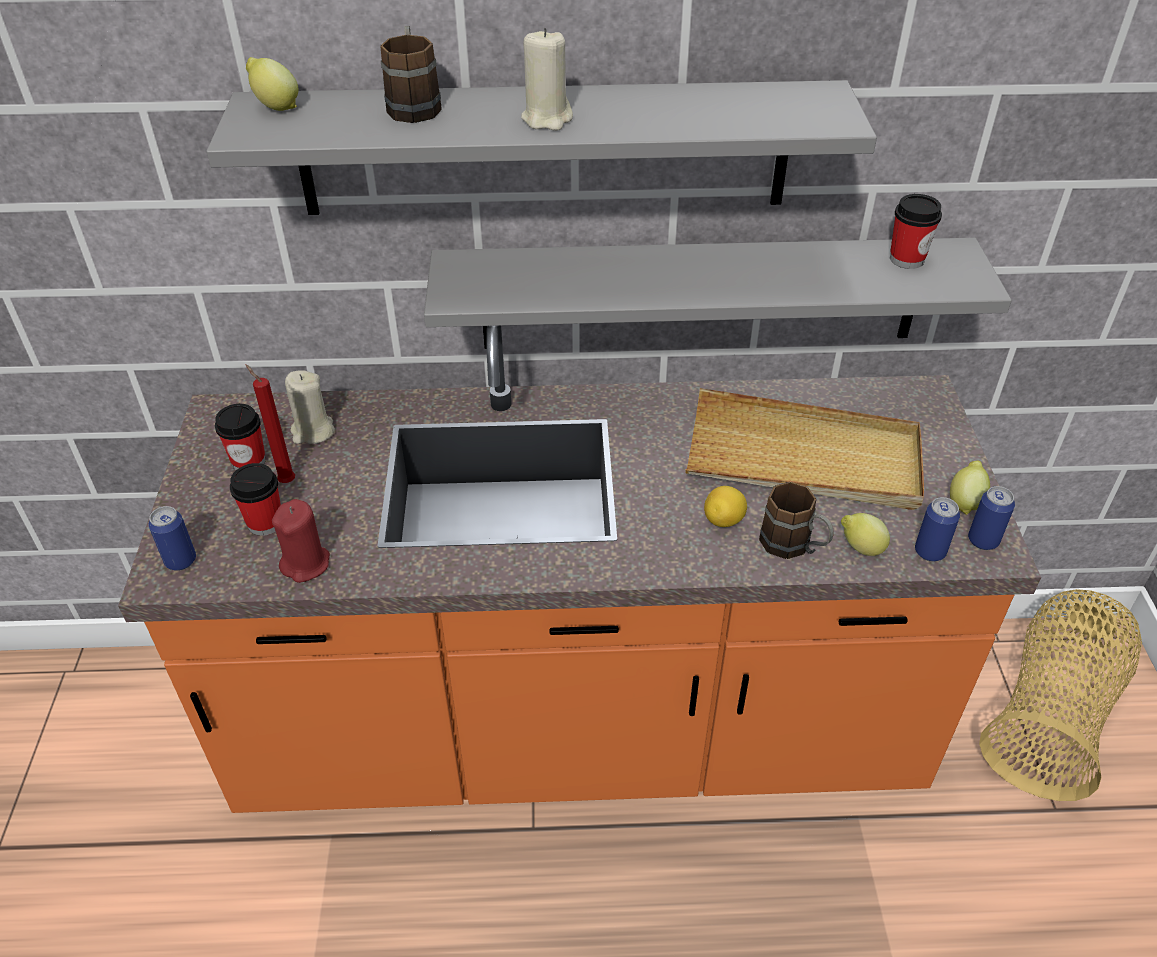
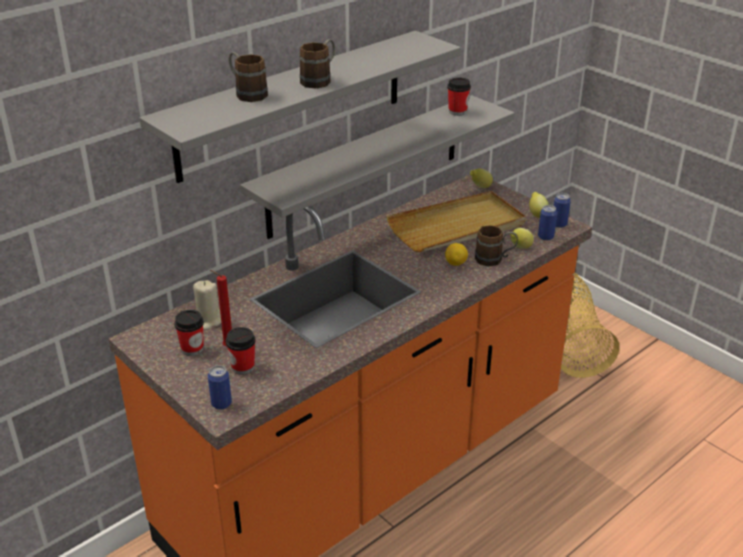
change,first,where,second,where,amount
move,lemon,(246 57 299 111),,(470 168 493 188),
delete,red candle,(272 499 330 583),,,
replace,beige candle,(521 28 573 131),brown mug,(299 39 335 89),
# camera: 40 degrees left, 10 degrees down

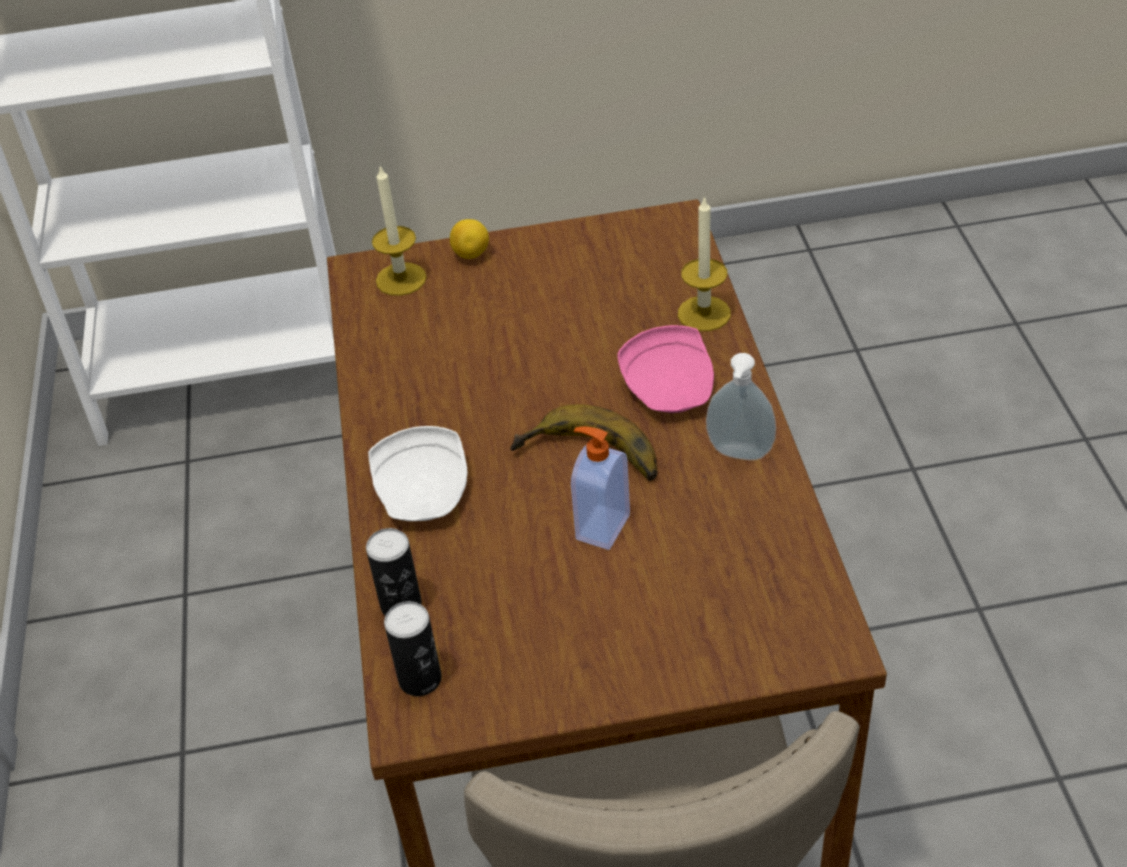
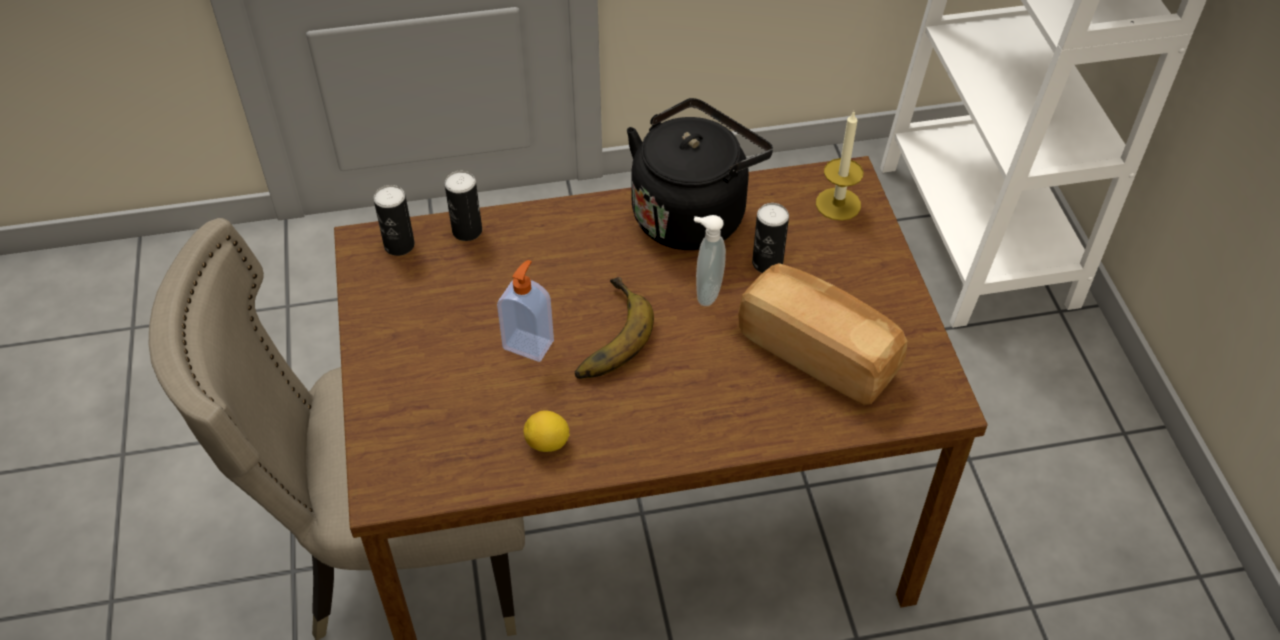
change,first,where,second,where,amount
delete,white plate,(368 426 467 521),,,
move,lemon,(450 219 489 259),,(524 410 569 452),
delete,pink plate,(617 325 714 413),,,
delete,candle,(678 196 731 331),,,
move,soap dispenser,(706 353 776 460),,(694 215 726 306),
insert,,,black kettle,(627 98 773 250),
insert,,,bread,(738 263 907 406),
insert,,,can,(752 203 789 273),
# camera: 85 degrees right, 5 degrees up

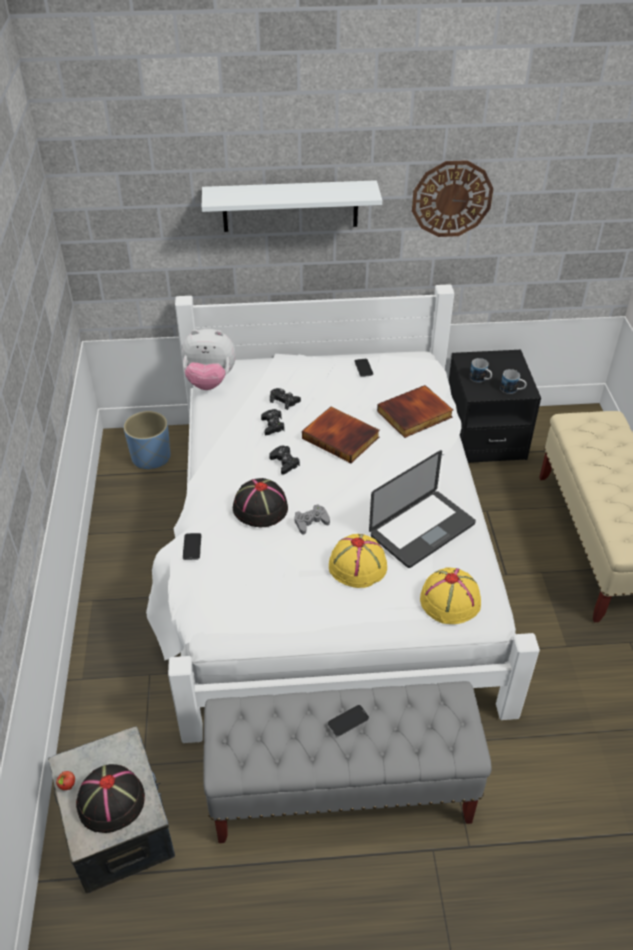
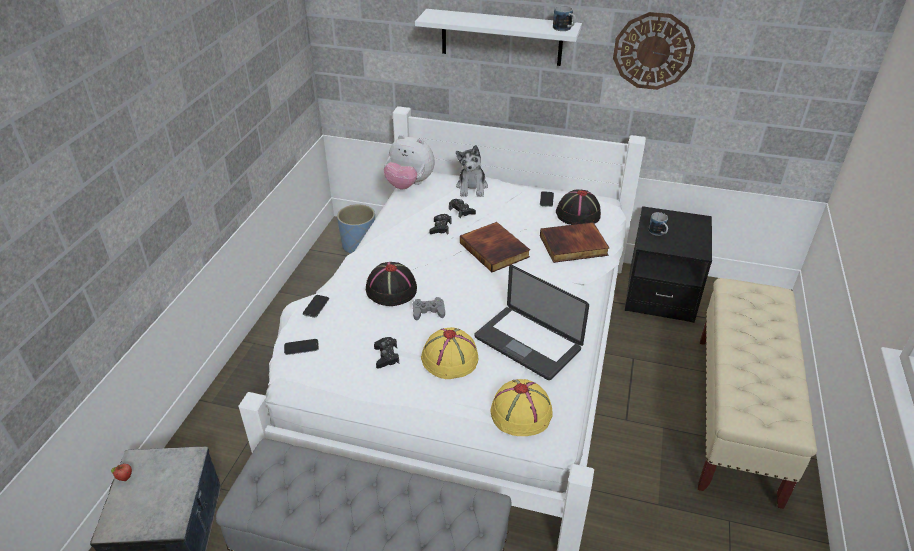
change,first,where,second,where,amount
move,black hat,(76 764 145 833),,(556 189 601 225),
move,black game controller,(269 446 300 475),,(374 337 399 368),
move,phone,(328 705 369 737),,(284 339 319 355),
rotate,laptop,(369 450 476 568),,(475 265 589 380),60 degrees clockwise
move,mug,(500 369 527 394),,(553 6 576 31),
insert,,,plush toy,(456 145 488 197),
# camera: 20 degrees right, 5 degrees down

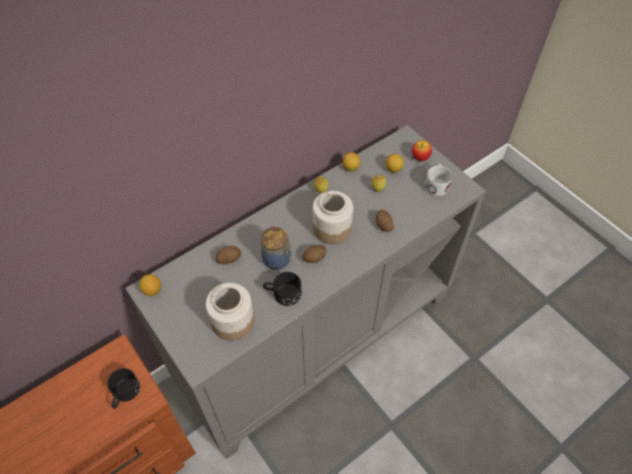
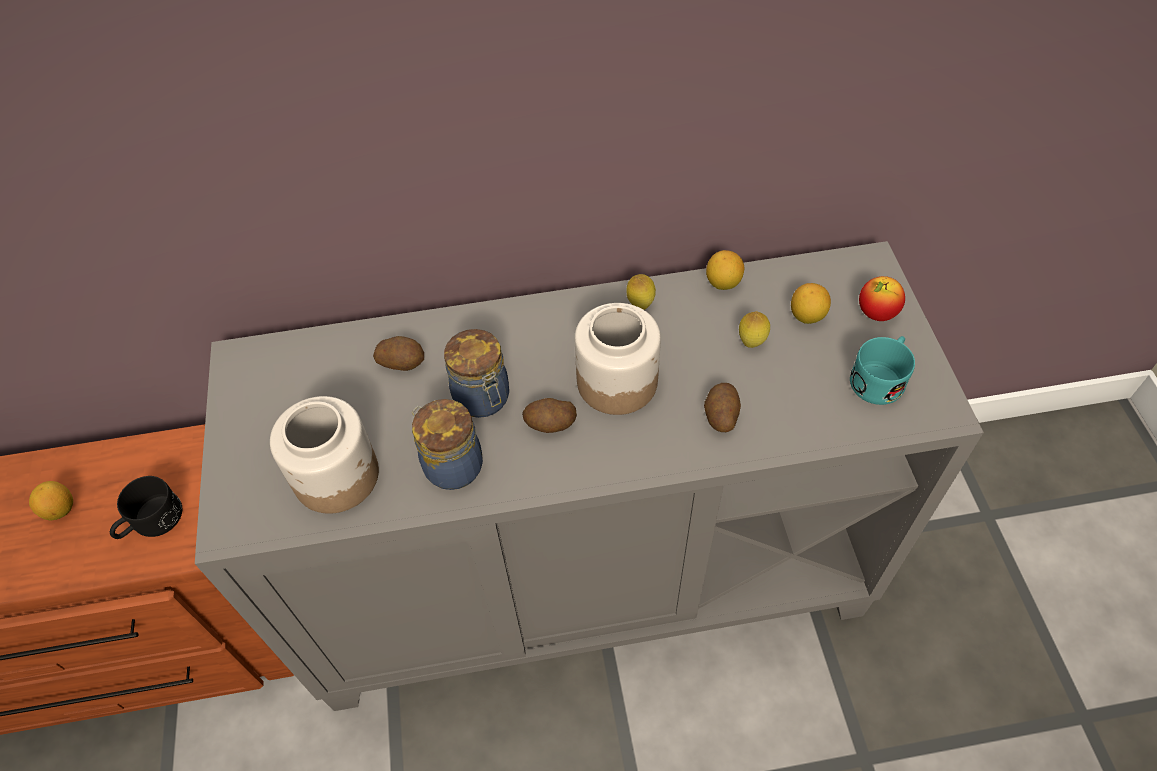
change,first,where,second,where,amount
move,lemon,(139 274 161 296),,(29 481 73 520),
replace,black mug,(263 272 302 306),jar,(412 399 483 490),
recolor,white mug,(425 163 452 196),turquoise mug,(850 336 915 405),
# camera: 30 degrees right, 0 degrees up

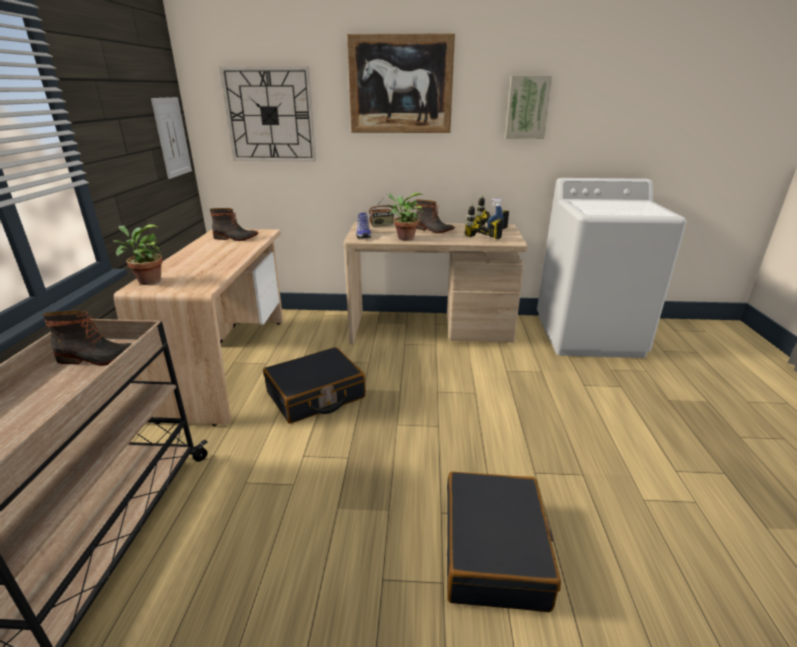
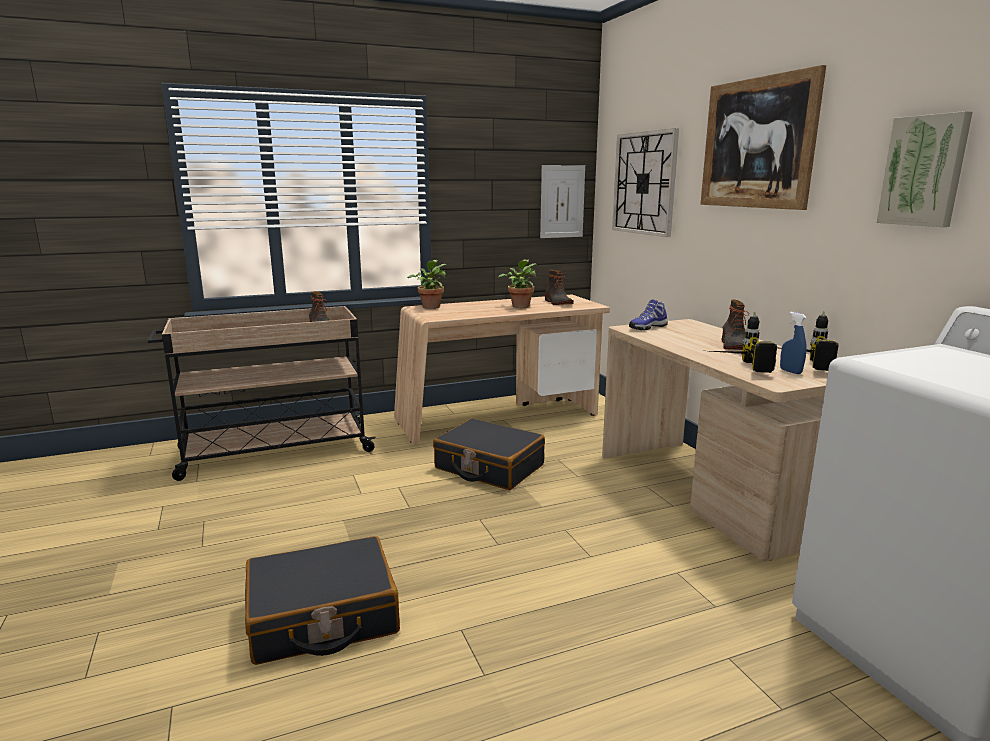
change,first,where,second,where,amount
delete,radio,(368 197 394 227),,,
move,potted plant,(387 192 424 241),,(498 259 537 308),
# camera: 65 degrees right, 10 degrees down

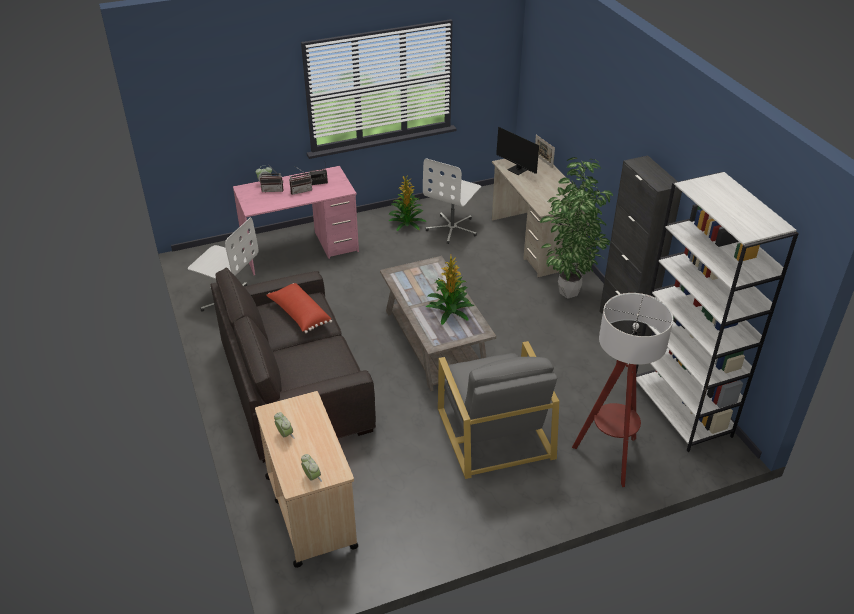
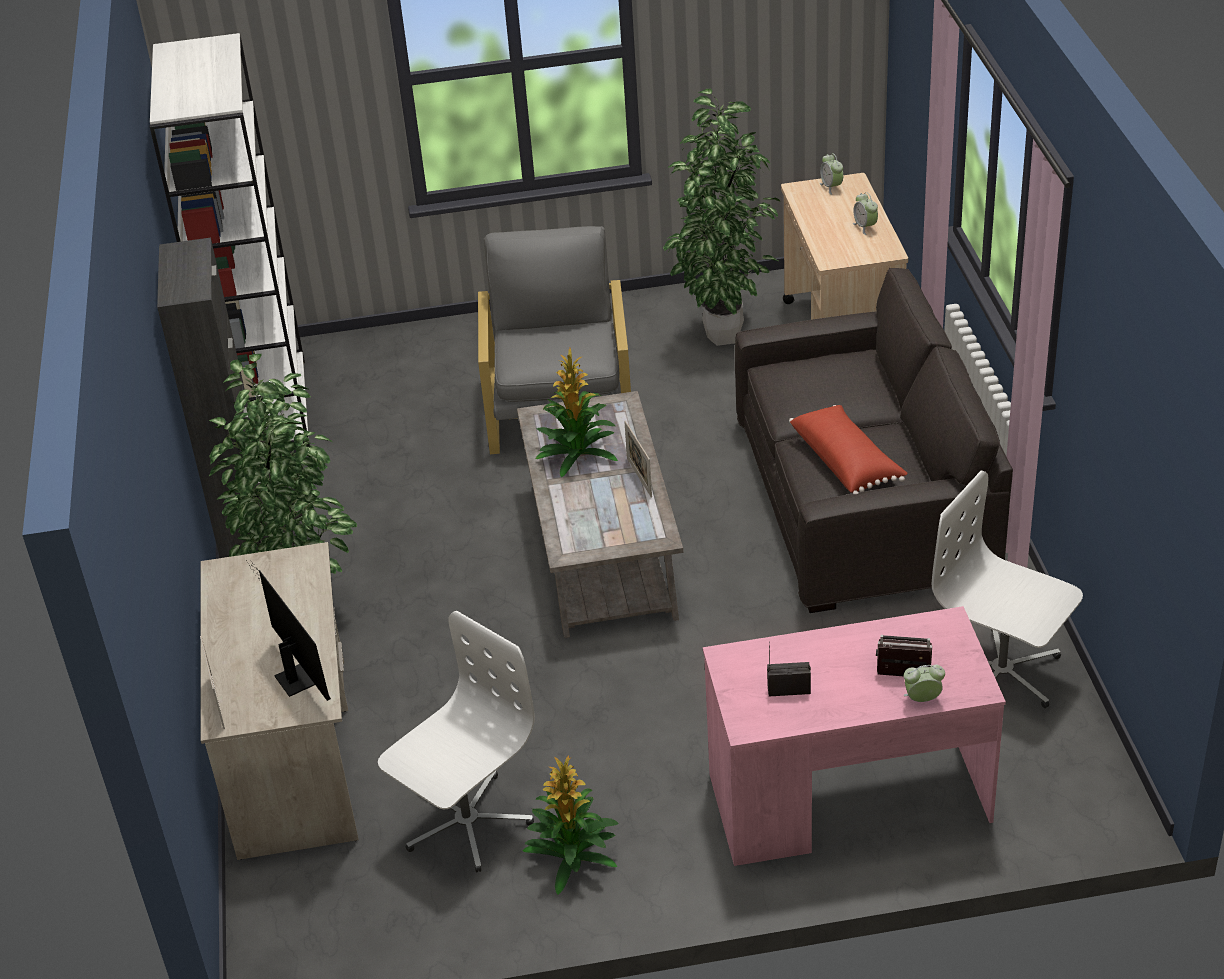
change,first,where,second,where,amount
delete,radio,(289 167 312 195),,,
delete,floor lamp,(572 293 673 487),,,
insert,,,picture frame,(624 421 652 497),
insert,,,potted plant,(663 89 781 346),
# camera: 165 degrees left, 0 degrees up

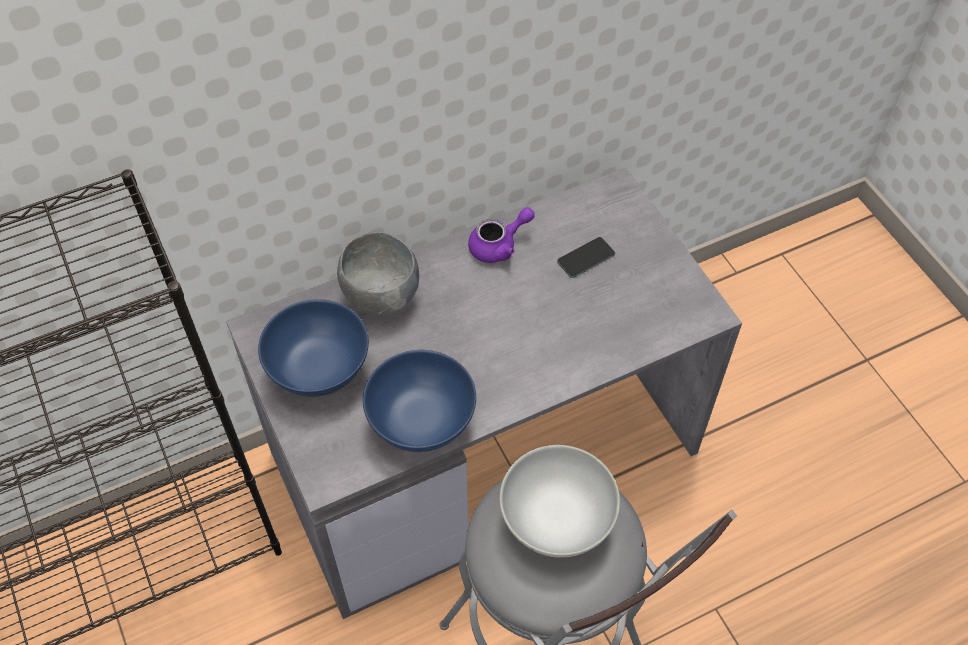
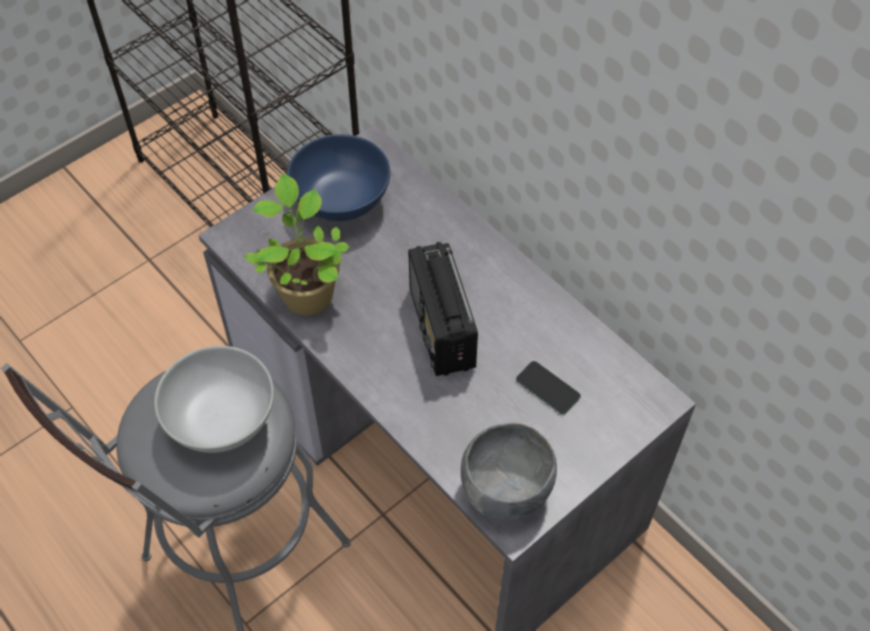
change,first,where,second,where,amount
move,grey bowl,(337 232 419 315),,(461 423 557 521),
replace,blue bowl,(363 350 476 452),potted plant,(244 173 350 315),
delete,purple teapot,(468 207 535 263),,,
insert,,,radio,(408 242 478 376),
# camera: 75 degrees right, 0 degrees up

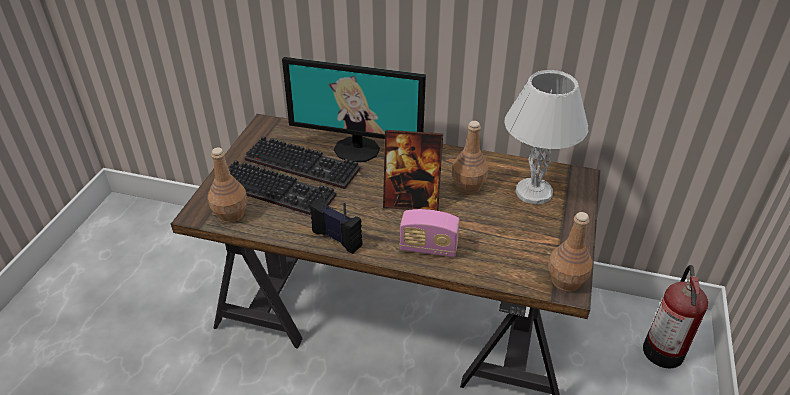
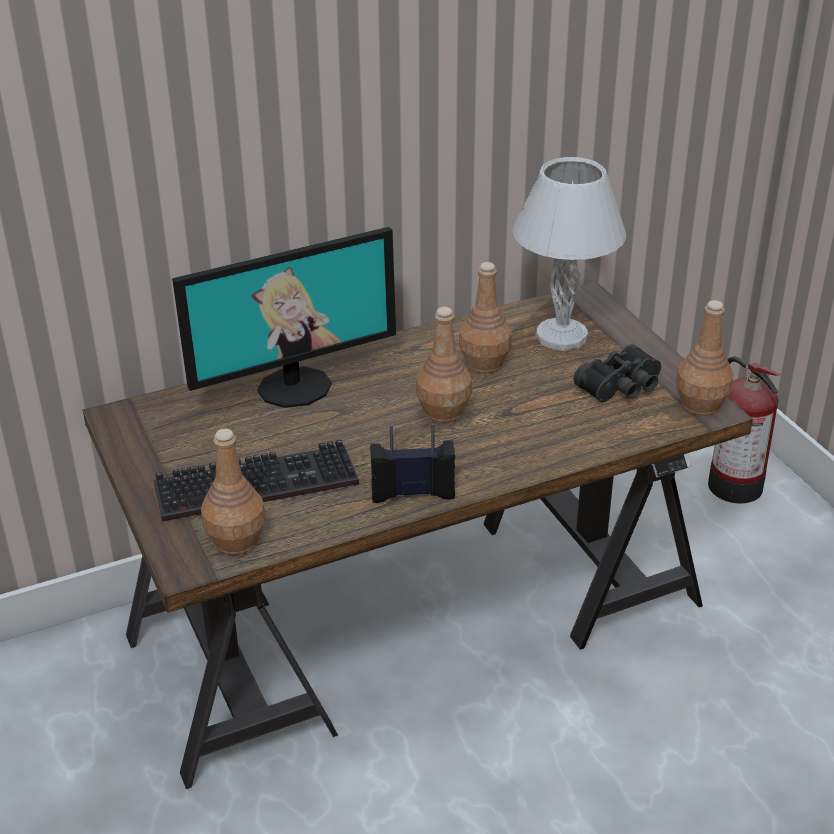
change,first,where,second,where,amount
delete,keyboard,(244 136 360 189),,,
replace,picture frame,(383 130 443 211),brown bottle,(416 307 472 423),
delete,radio,(400 209 460 257),,,
insert,,,black binoculars,(574 344 661 402),
# camera: 40 degrees left, 5 degrees down

